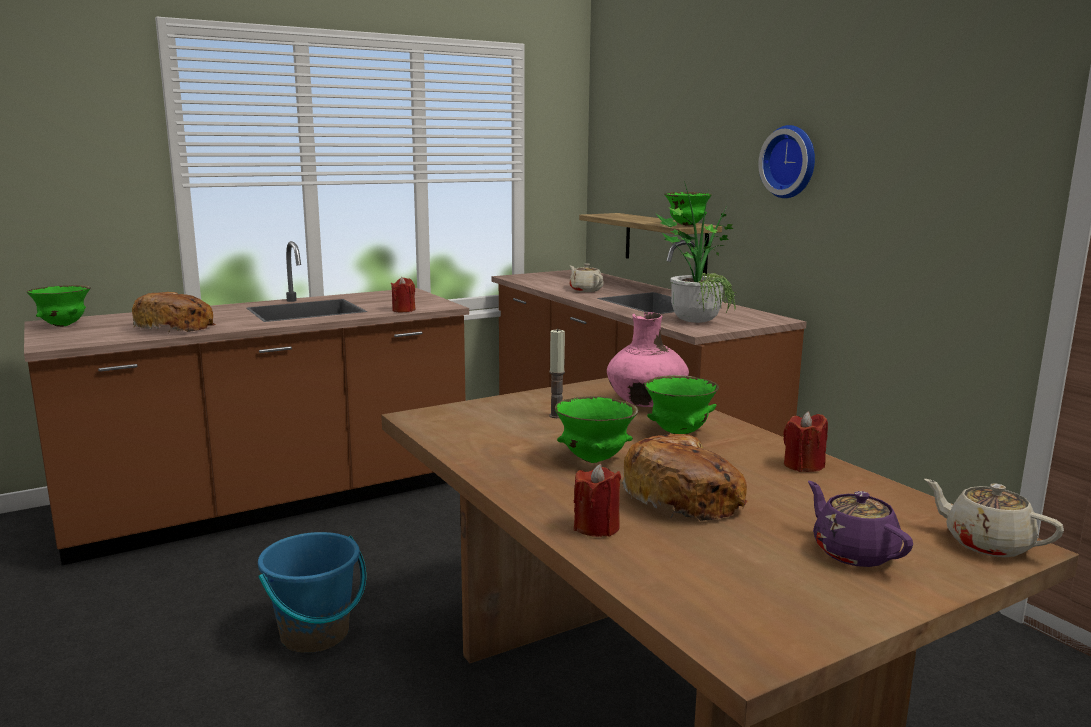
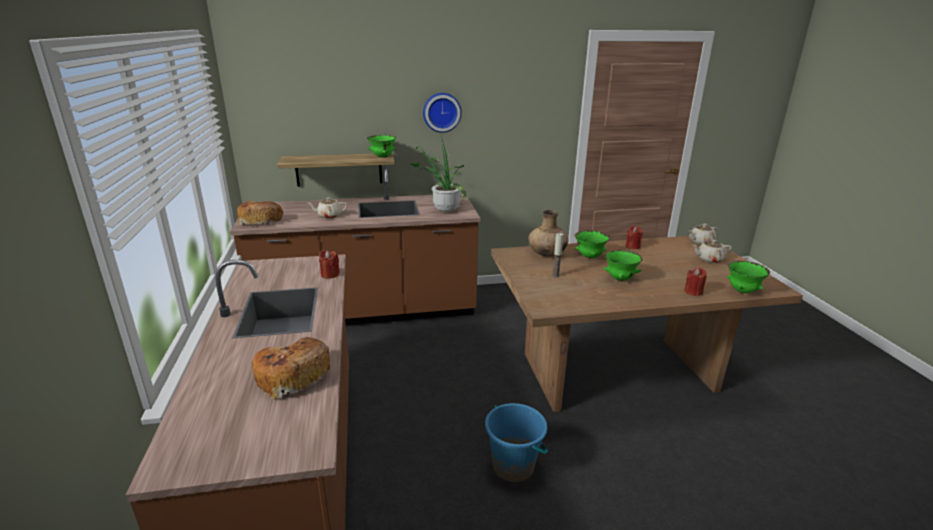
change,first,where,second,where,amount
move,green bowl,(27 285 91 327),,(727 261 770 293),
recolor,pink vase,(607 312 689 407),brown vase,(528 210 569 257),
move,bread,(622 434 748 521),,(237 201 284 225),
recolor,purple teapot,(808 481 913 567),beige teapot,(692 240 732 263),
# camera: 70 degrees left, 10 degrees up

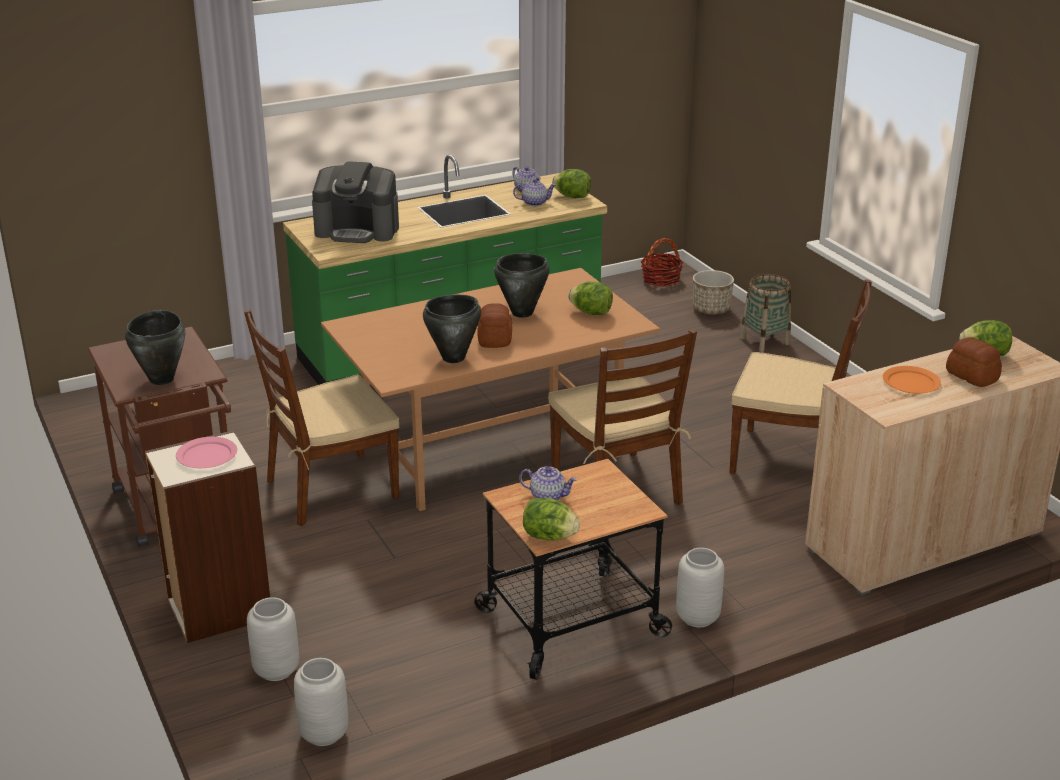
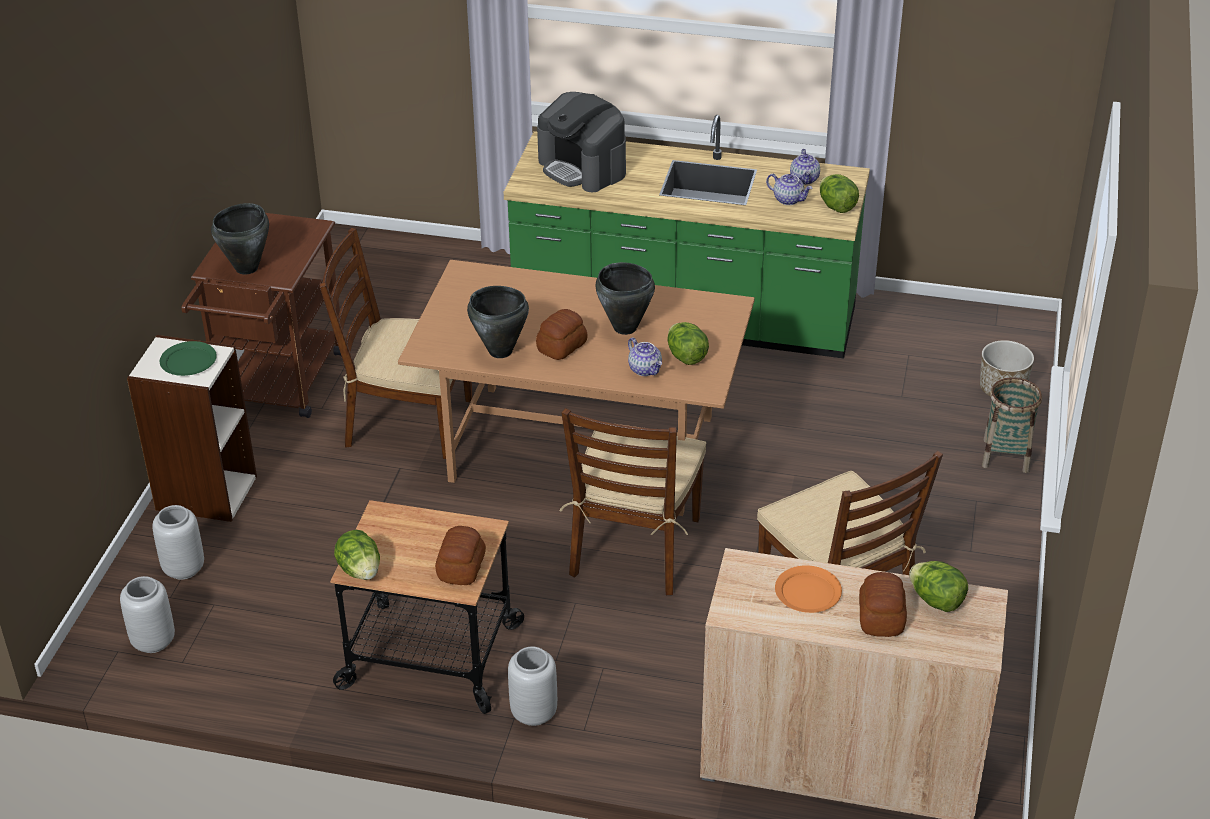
change,first,where,second,where,amount
recolor,pink plate,(176 437 237 468),green plate,(160 341 217 376),
move,teapot,(519 466 577 500),,(628 337 662 376),
delete,basket,(641 238 684 287),,,
insert,,,bread,(435 526 486 585),
# camera: 40 degrees right, 10 degrees up

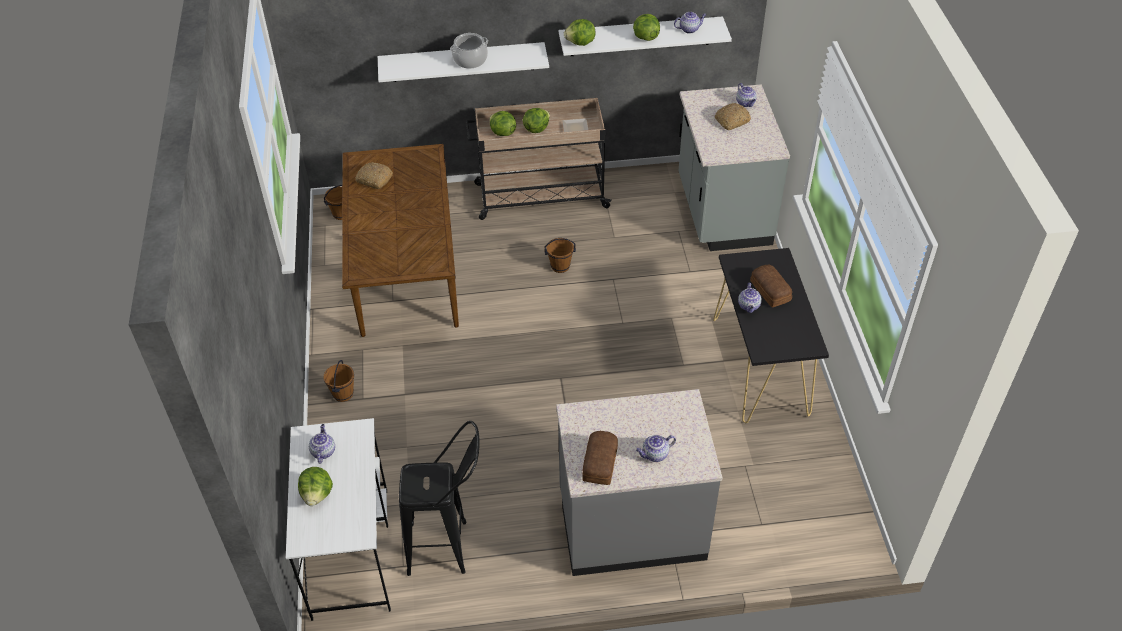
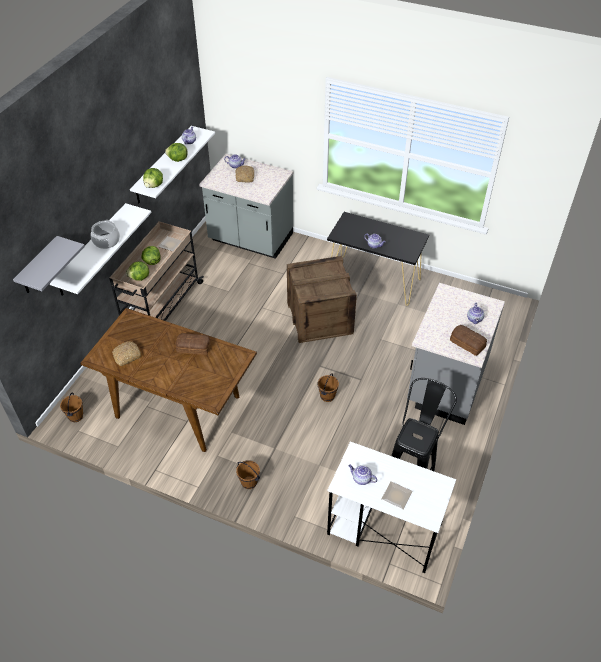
change,first,where,second,where,amount
replace,lettuce,(298 467 333 506),plate,(381 481 412 510),
move,brown bucket,(544 238 576 273),,(318 373 339 402),
move,bread,(750 265 792 308),,(176 333 211 355),
insert,,,grey shelf,(13 236 85 293),
insert,,,crate,(287 256 357 343),
# camera: 60 degrees left, 0 degrees up

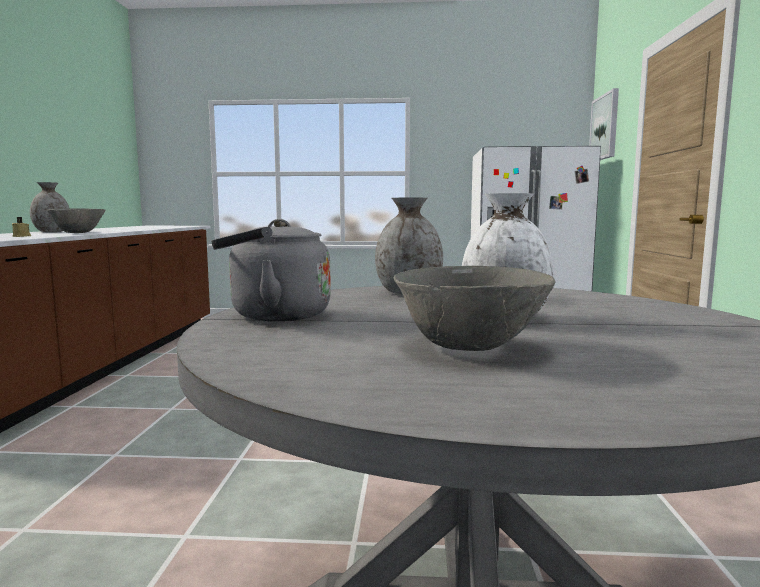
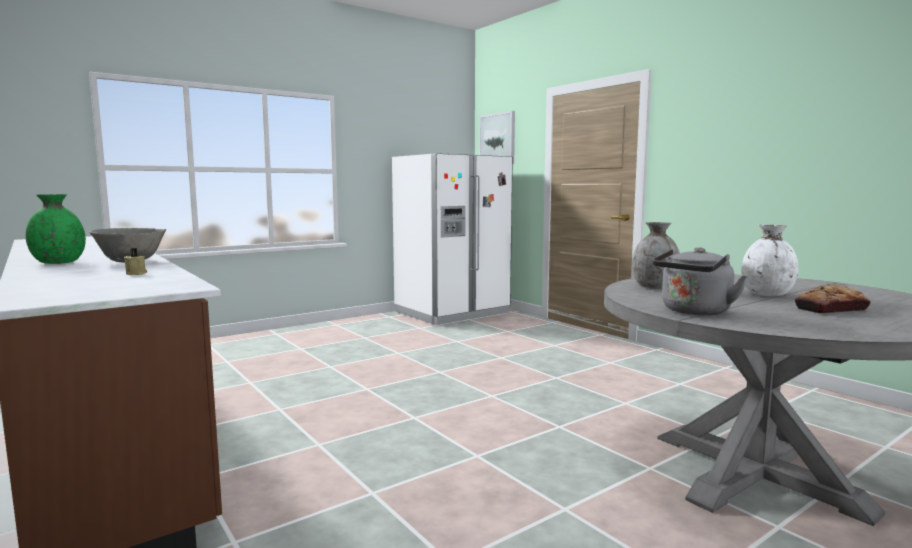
change,first,where,second,where,amount
recolor,grey vase,(30 182 69 232),green vase,(25 194 86 264),
replace,grey bowl,(394 266 556 351),bread,(795 283 871 314),
# camera: 40 degrees left, 0 degrees up

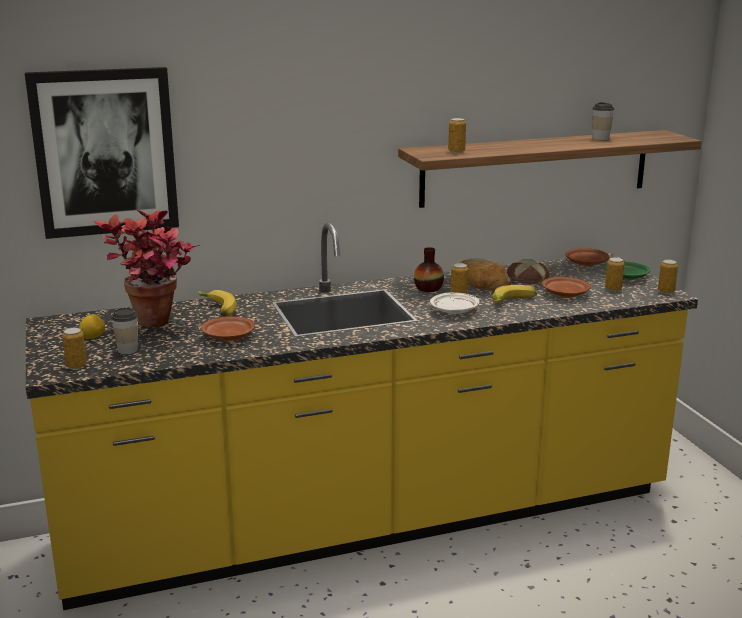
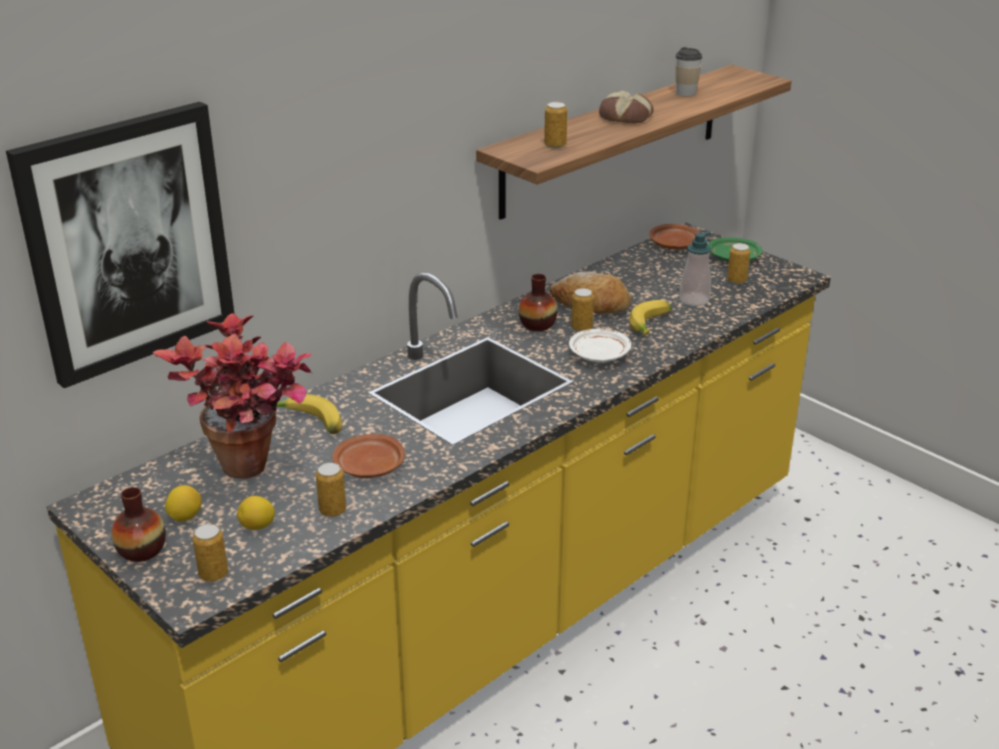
change,first,where,second,where,amount
replace,cup,(111 308 138 354),lemon,(237 496 275 530),
move,bread,(507 259 550 284),,(599 91 654 123),
replace,brown plate,(542 277 591 298),soap dispenser,(679 231 711 306),
move,can,(658 260 678 294),,(316 462 346 517),
insert,,,vase,(111 487 166 562),
# camera: 25 degrees left, 10 degrees up

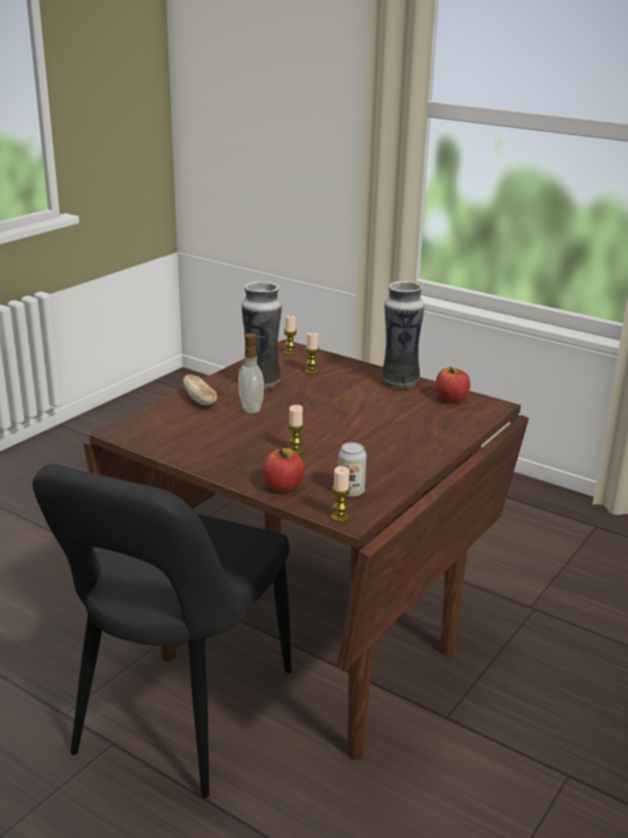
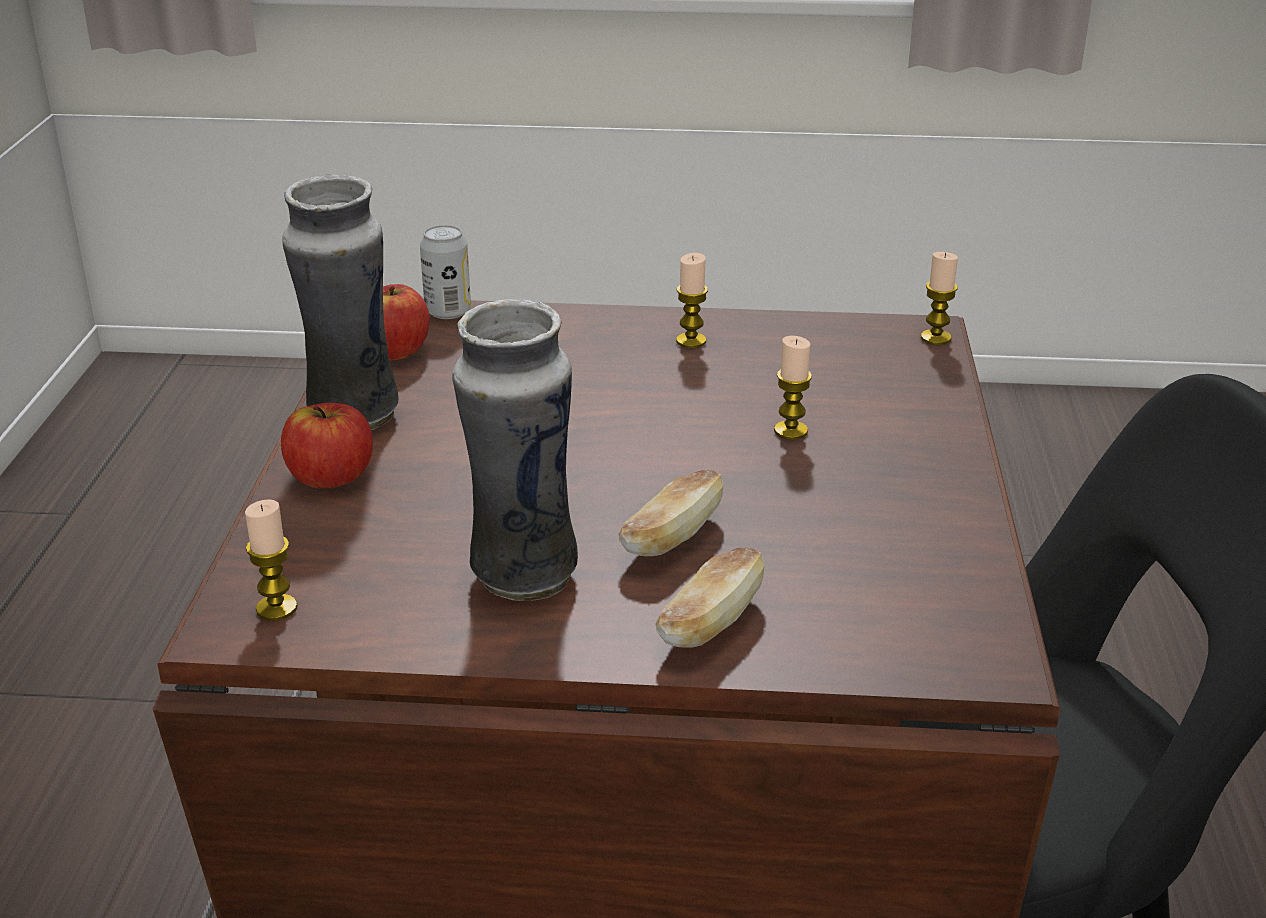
change,first,where,second,where,amount
replace,soap dispenser,(238 333 266 413),bread,(618 470 723 556),
move,apple,(263 447 304 492),,(281 403 373 488),
move,candle,(305 333 319 374),,(676 253 708 348),
move,can,(338 442 366 497),,(420 225 471 319),
# camera: 120 degrees left, 5 degrees up

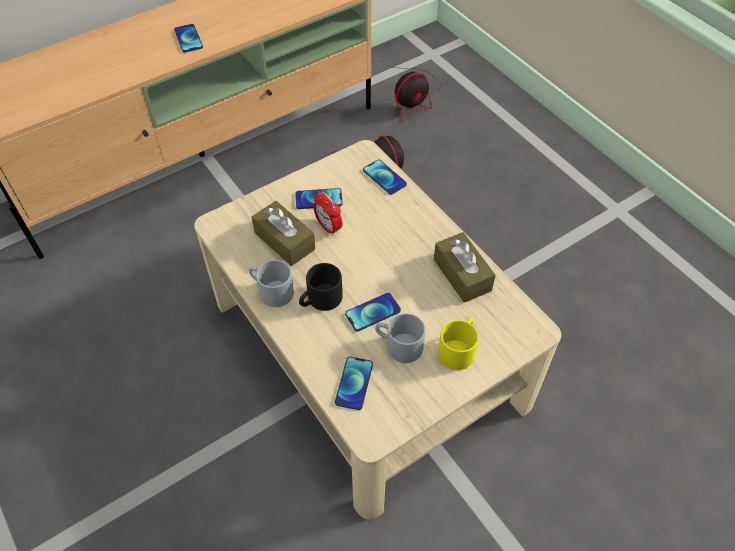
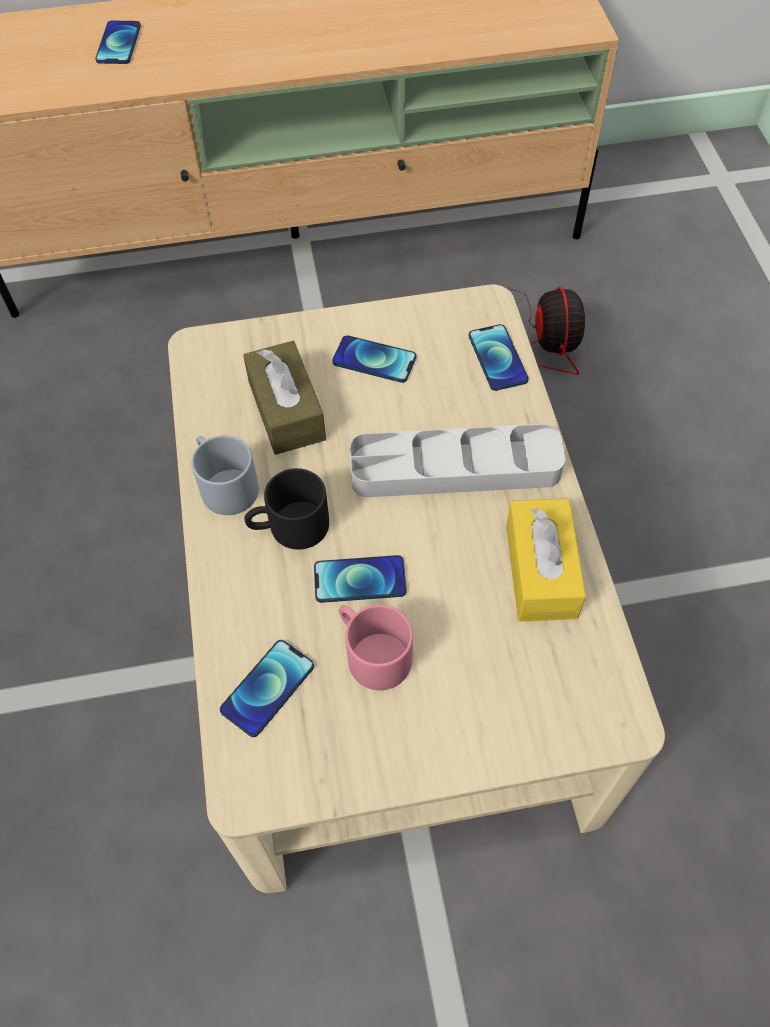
change,first,where,second,where,amount
move,phone,(174 24 203 53),,(95 21 141 64),
delete,alarm clock,(314 191 343 236),,,
recolor,grey mug,(375 313 425 363),pink mug,(339 605 413 690),
delete,fan,(382 61 442 122),,,
recolor,brown tissue box,(434 232 496 303),yellow tissue box,(506 499 586 622),
delete,yellow mug,(438 318 479 370),,,
insert,,,grey tray,(350 424 565 497),
# camera: 25 degrees right, 5 degrees up

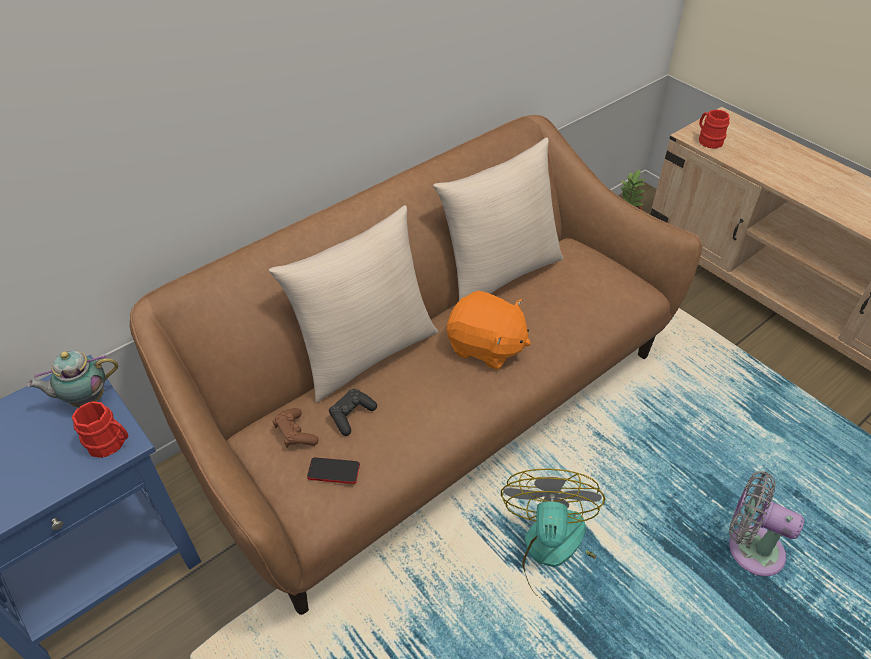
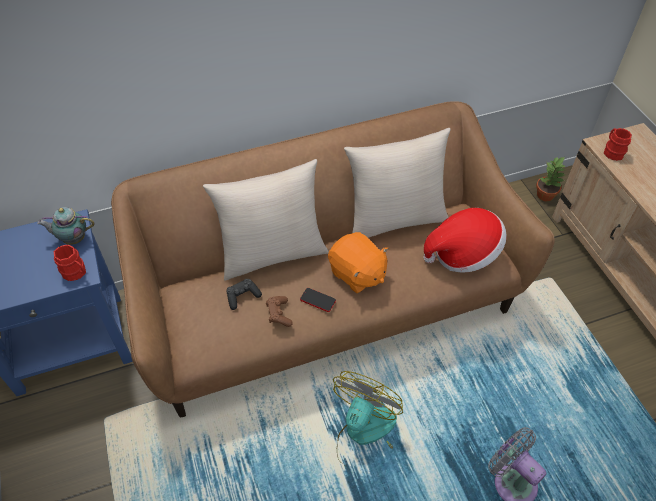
change,first,where,second,where,amount
move,brown game controller,(273 408 318 448),,(266 296 293 327),
move,phone,(307 457 360 484),,(300 288 336 312),
insert,,,hat,(423 208 507 273),
# camera: 20 degrees right, 5 degrees up

